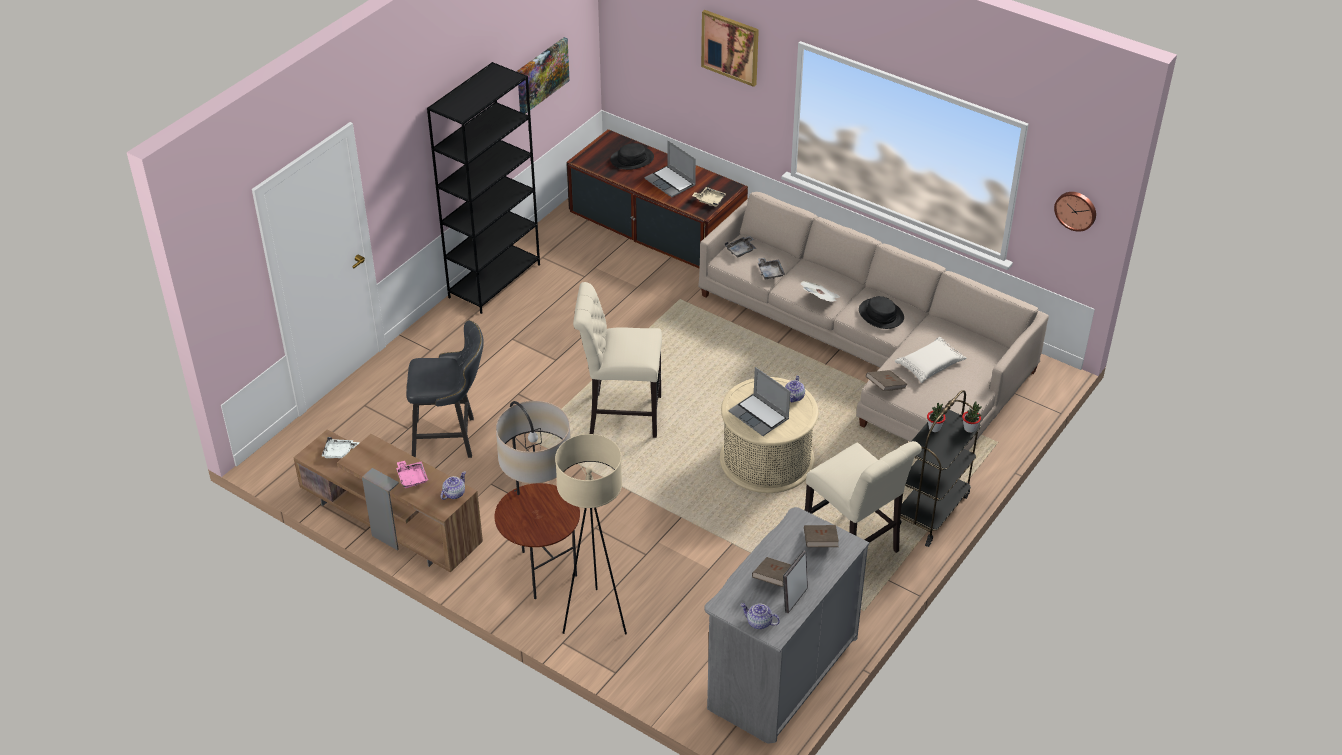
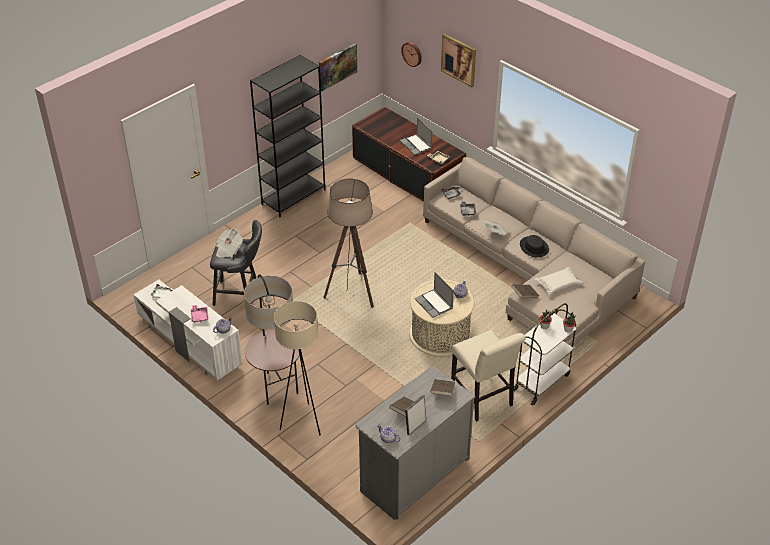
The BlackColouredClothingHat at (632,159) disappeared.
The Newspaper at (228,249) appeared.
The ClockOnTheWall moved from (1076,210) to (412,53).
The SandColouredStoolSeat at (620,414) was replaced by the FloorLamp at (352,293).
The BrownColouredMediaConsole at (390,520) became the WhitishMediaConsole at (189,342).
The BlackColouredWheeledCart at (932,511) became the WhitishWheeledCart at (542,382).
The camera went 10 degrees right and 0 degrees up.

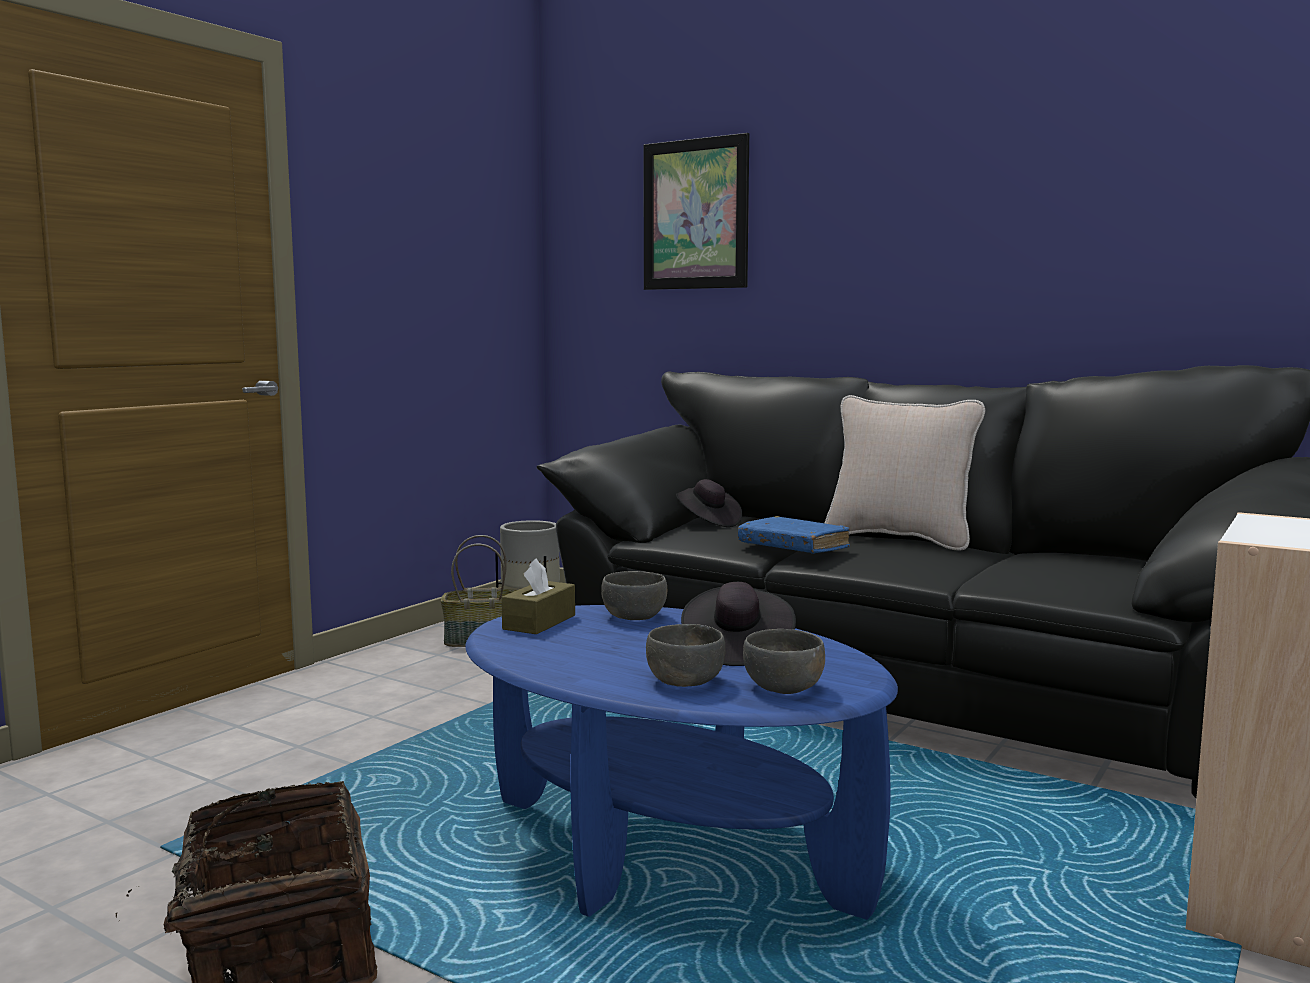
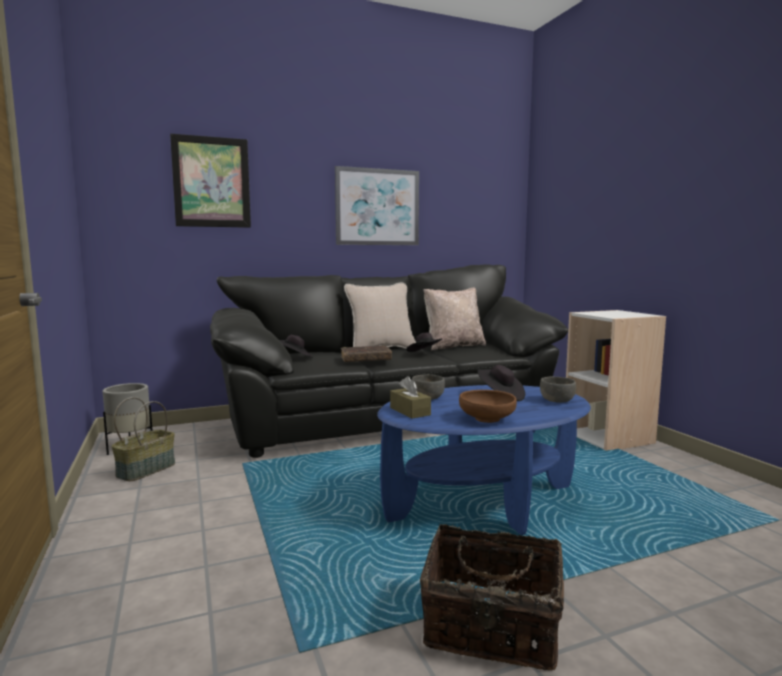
The GrayServingBowl at (686,681) disappeared.
The WallPicture at (377,207) appeared.
The BlackColouredClothingHat at (424,354) appeared.
The SandColouredThrowPillow at (453,346) appeared.
The BrownColouredServingBowl at (486,419) appeared.
The BlueBook at (793,547) became the BrownColouredBook at (366,360).
The camera went 55 degrees left and 0 degrees up.

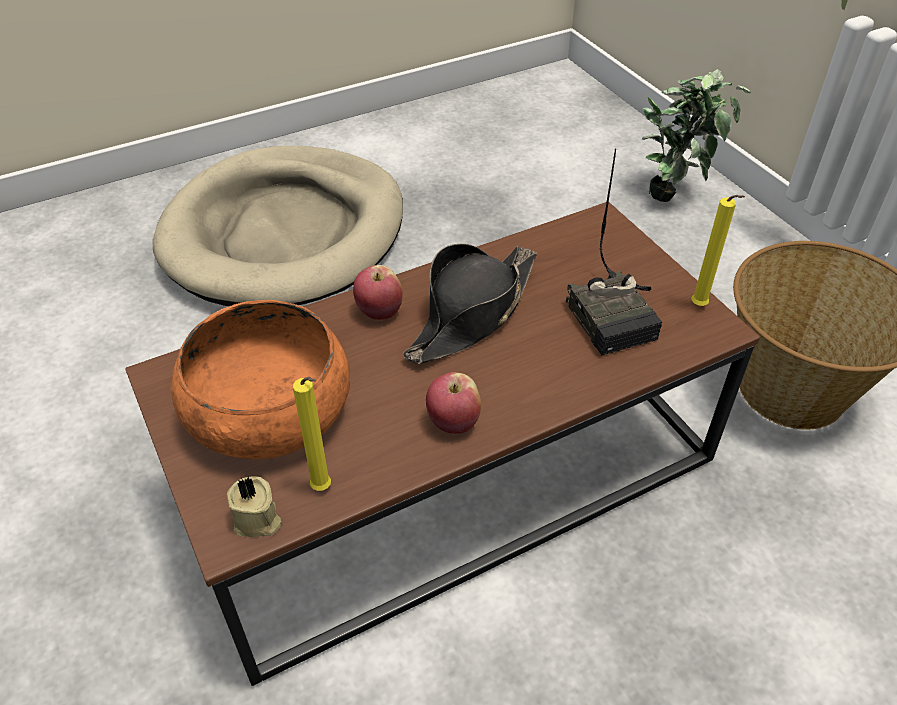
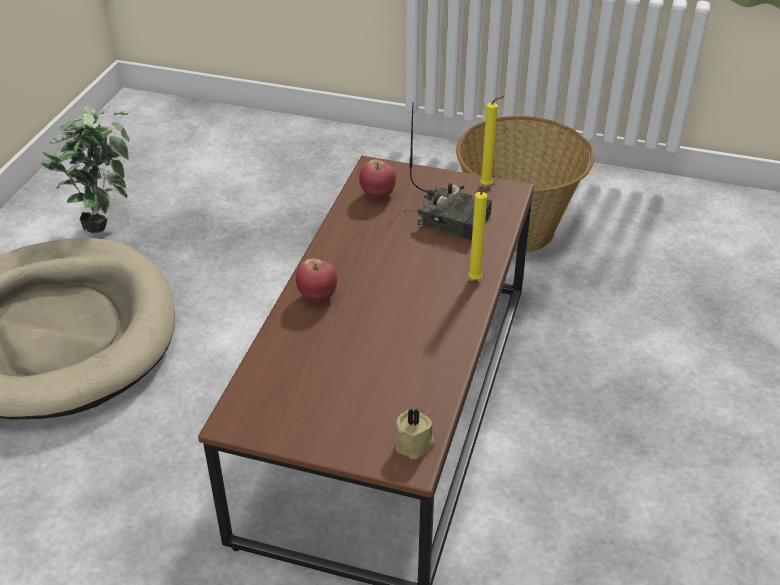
The OrangeyServingBowl at (268,409) disappeared.
The BlackColouredClothingHat at (472,313) disappeared.
The YellowishCandle moved from (323,489) to (477,279).
The Apple moved from (453,422) to (377,194).
The PottedPlant moved from (674,193) to (104,220).
The camera went 45 degrees left and 5 degrees down.

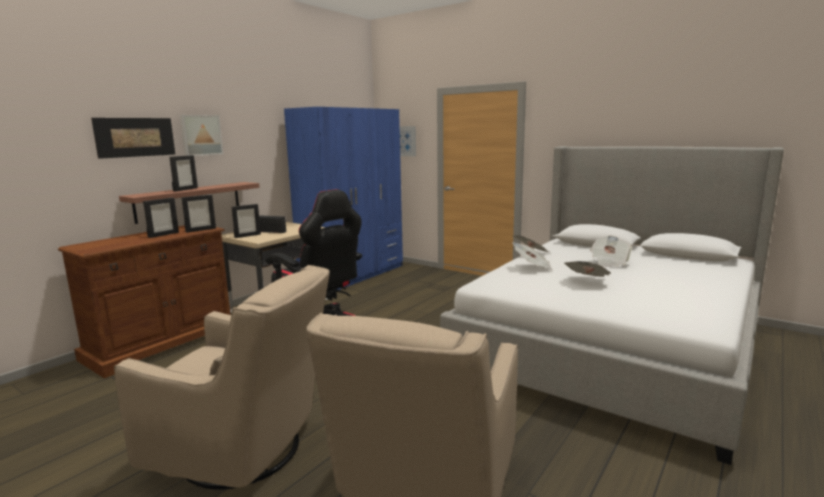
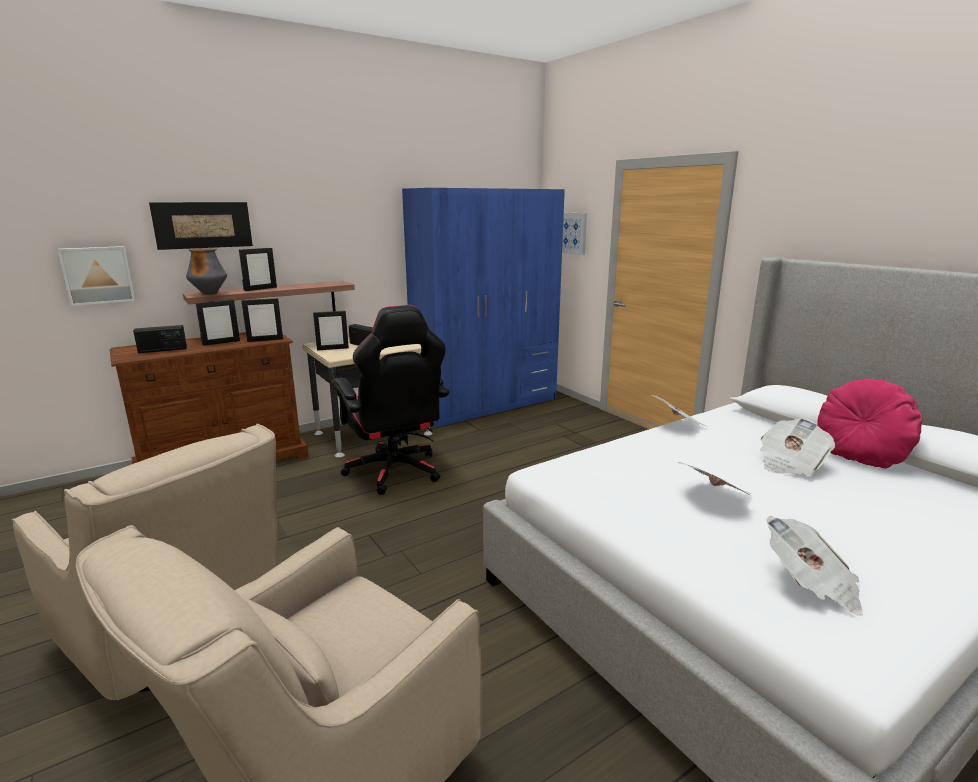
The RadioReceiver at (162,350) appeared.
The DecorativeVase at (209,294) appeared.
The PinkishThrowPillow at (859,459) appeared.
The WallPicture moved from (201,135) to (98,275).
The Newspaper moved from (532,267) to (811,585).
The camera went 20 degrees right and 5 degrees up.

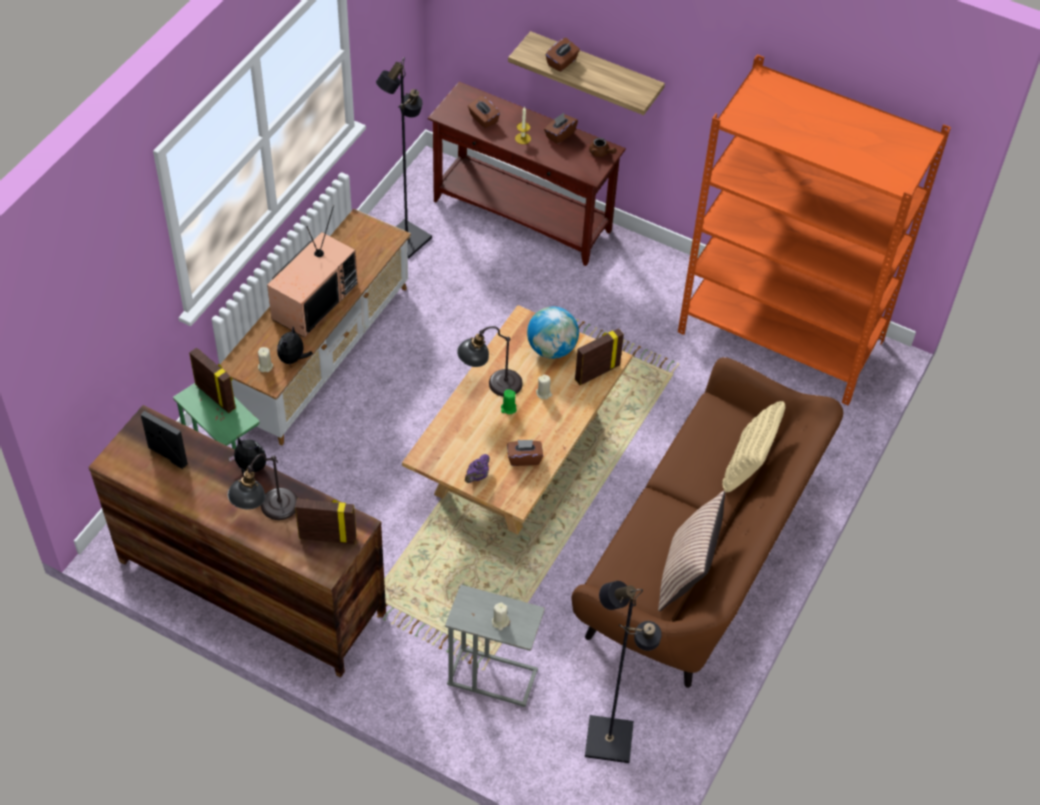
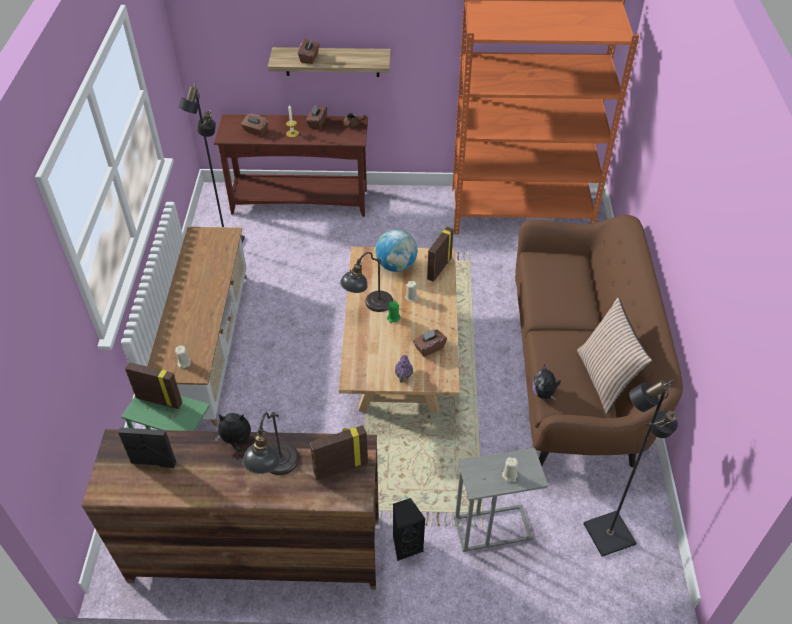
The TvSet at (314,300) disappeared.
The SandColouredThrowPillow at (748,468) disappeared.
The BlackColouredLoudspeaker at (406,545) appeared.
The PlushToy moved from (293,359) to (544,393).
The camera went 25 degrees left and 5 degrees down.

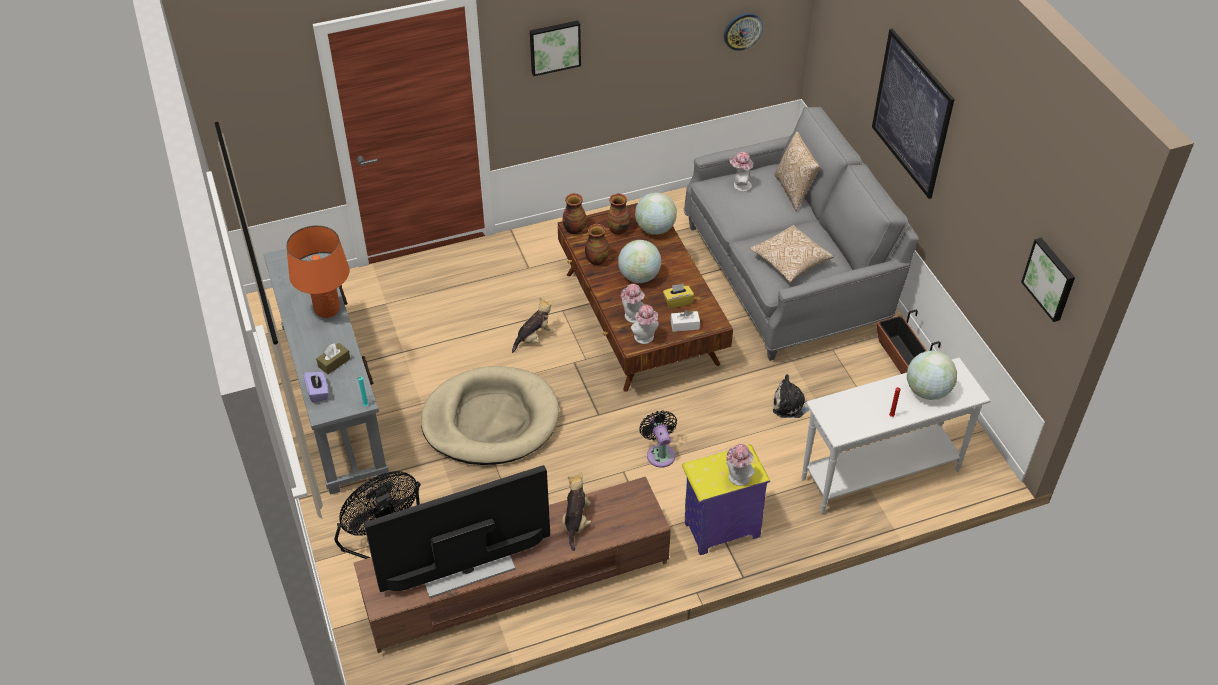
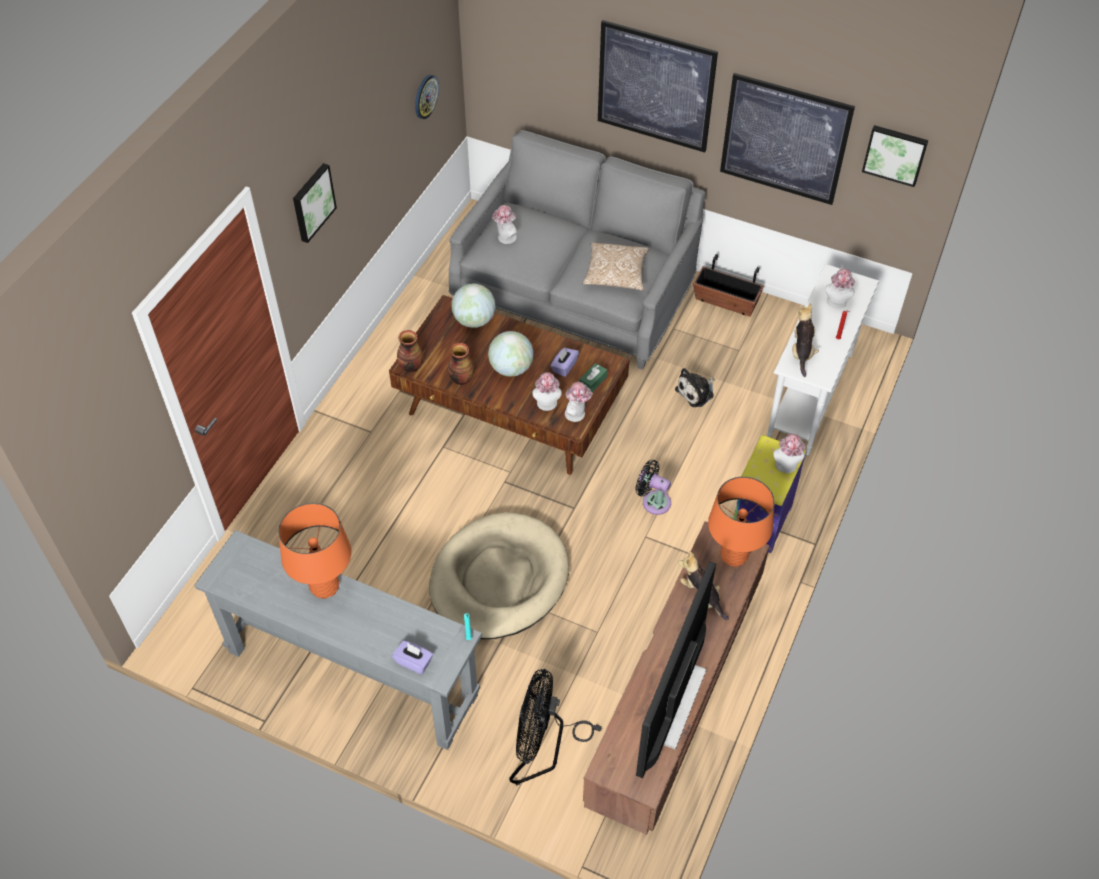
The BrownColouredBoxOfTissues at (334,362) disappeared.
The DecorativeVase at (618,229) disappeared.
The ThrowPillow at (794,191) disappeared.
The OrangeyLampForATable at (734,556) appeared.
The WallPicture at (784,139) appeared.
The PlushToy moved from (534,338) to (801,352).
The DeskGlobe at (927,391) was replaced by the ClothingHat at (837,303).
The YellowishBoxOfTissues at (677,301) became the PurplishBoxOfTissues at (564,367).
The WhitishBoxOfTissues at (685,325) became the GreenishBoxOfTissues at (593,382).
The camera went 45 degrees left and 5 degrees up.

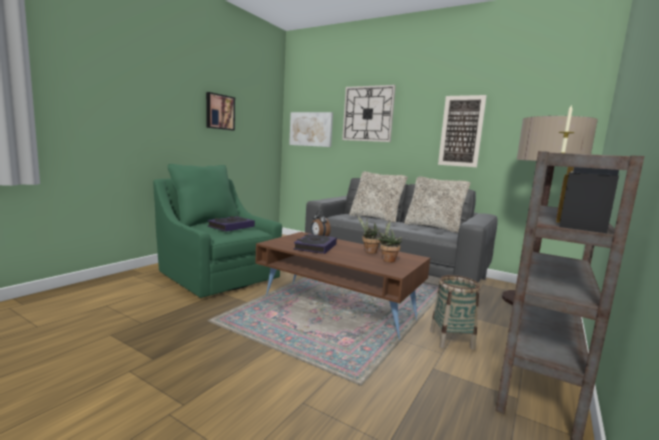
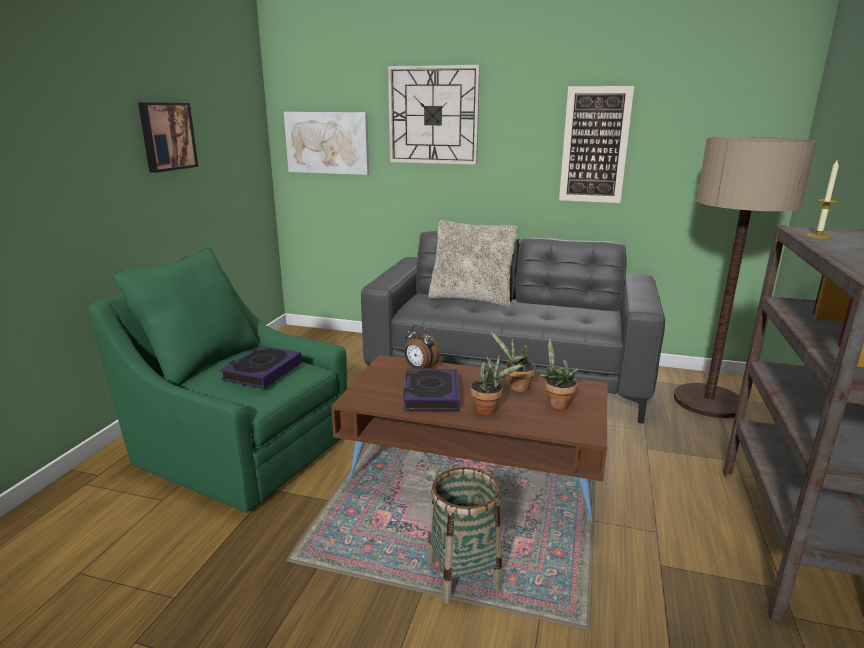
The SandColouredThrowPillow at (433,227) disappeared.
The PottedPlant at (488,410) appeared.
The Basket moved from (451,340) to (463,574).
The camera went 15 degrees left and 10 degrees up.

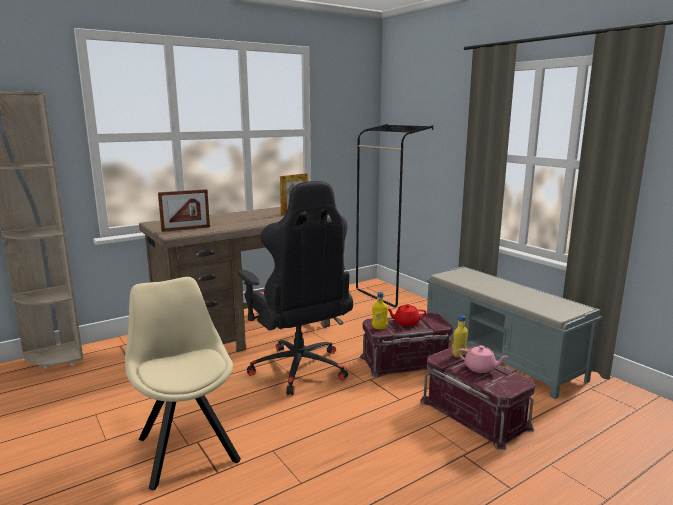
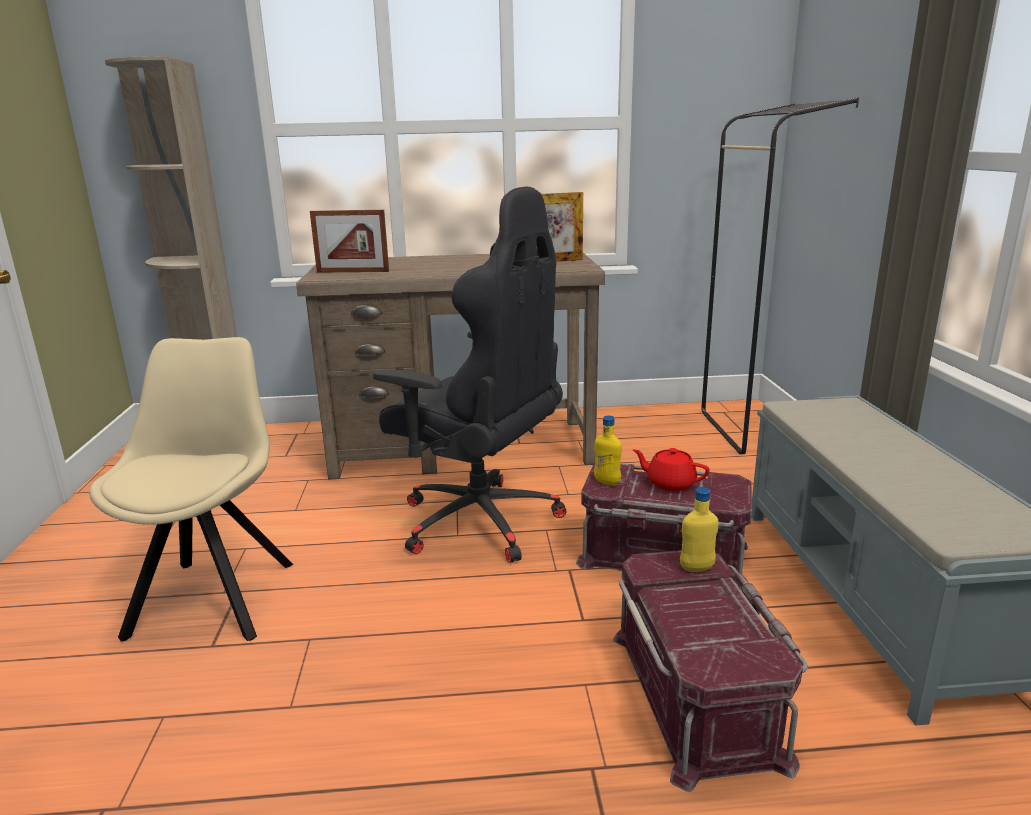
The PinkishTeapot at (480,368) disappeared.
The BlackColouredComputerChair at (298,368) turned 60 degrees counterclockwise.
The camera went 30 degrees right and 5 degrees up.

